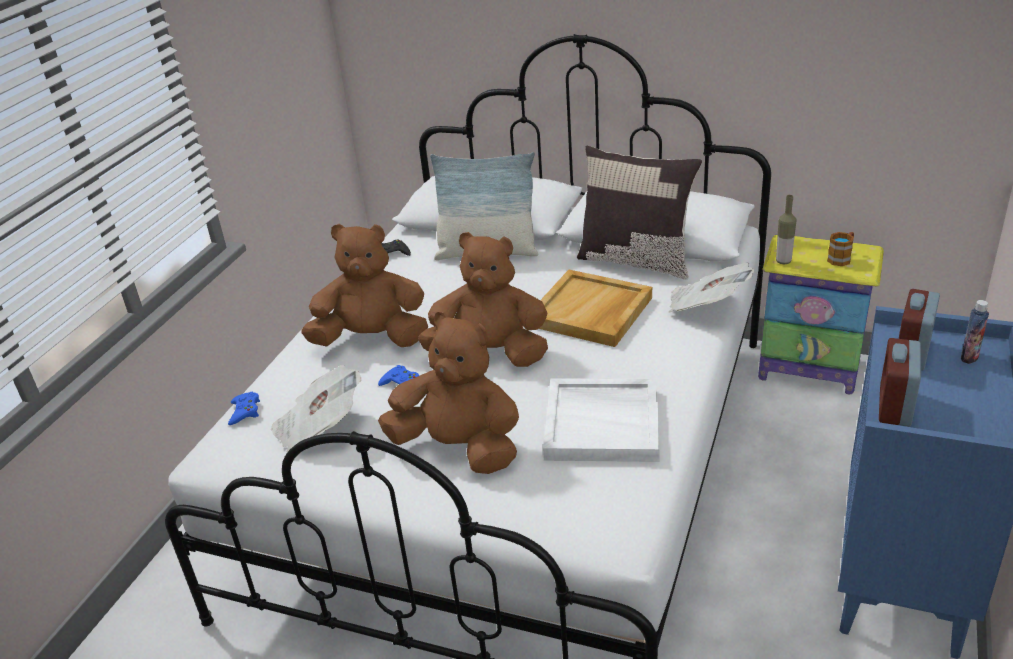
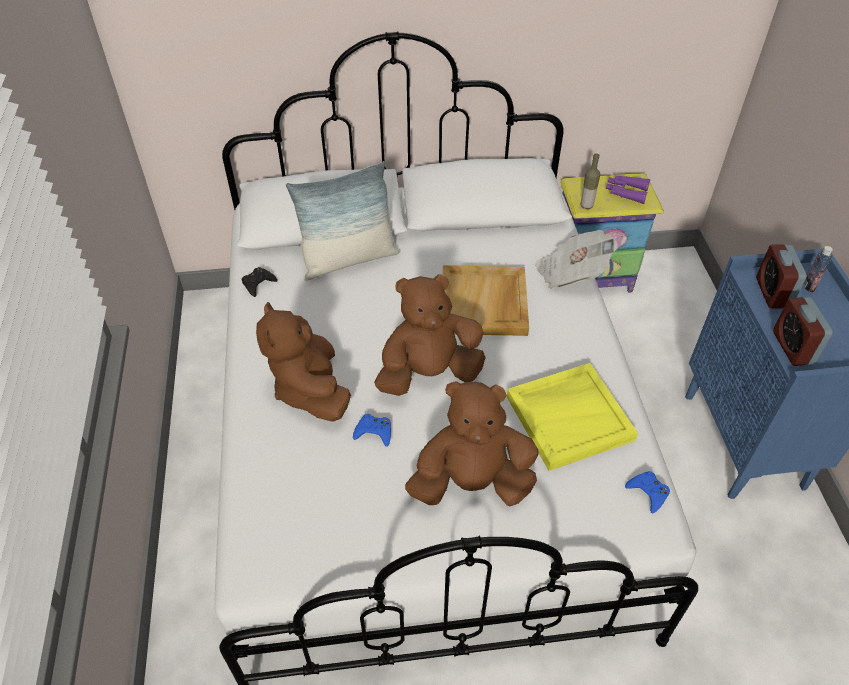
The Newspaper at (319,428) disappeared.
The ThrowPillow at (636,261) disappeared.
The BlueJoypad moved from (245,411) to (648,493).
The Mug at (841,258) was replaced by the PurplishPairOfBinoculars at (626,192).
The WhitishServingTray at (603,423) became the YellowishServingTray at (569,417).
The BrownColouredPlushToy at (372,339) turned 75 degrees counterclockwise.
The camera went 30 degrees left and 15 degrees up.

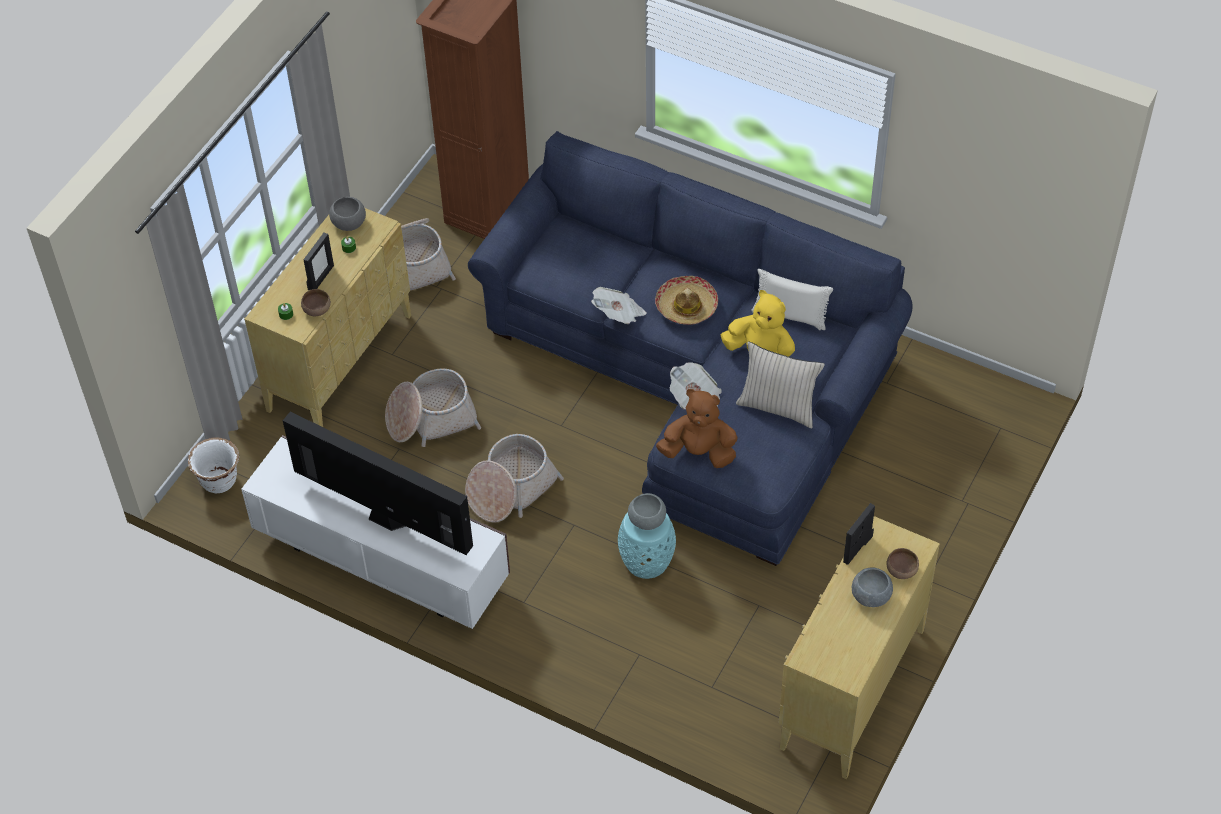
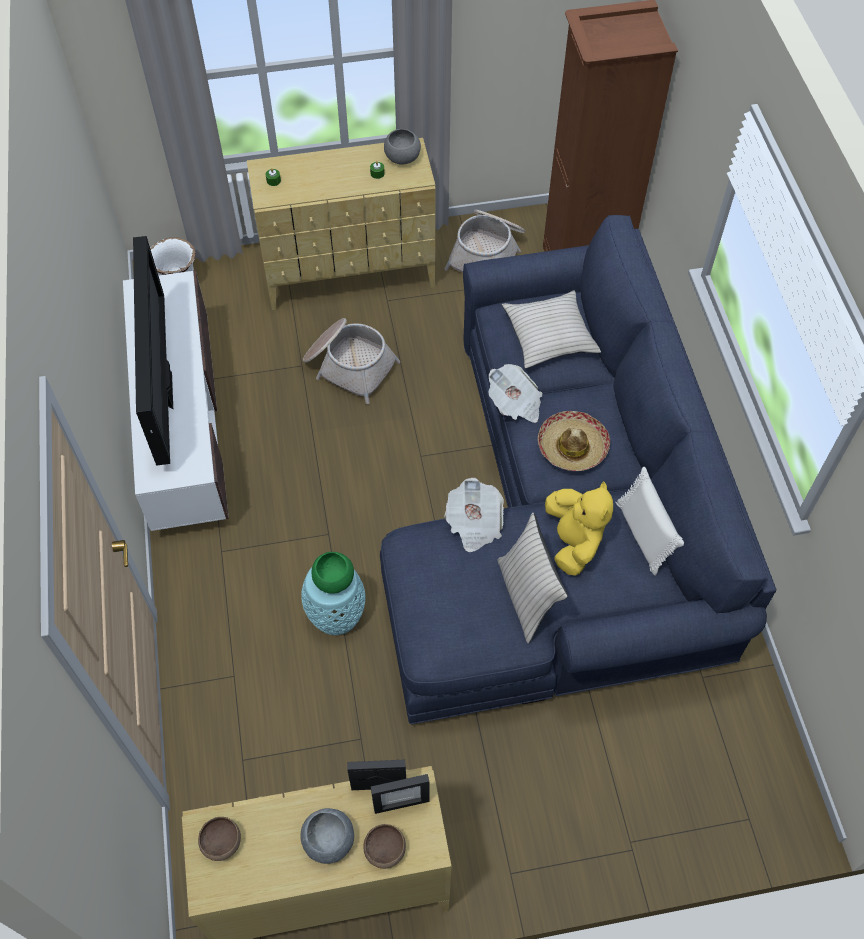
The Basket at (511,488) disappeared.
The BrownColouredPlushToy at (699,452) disappeared.
The SandColouredThrowPillow at (549,336) appeared.
The BrownColouredServingBowl moved from (317,310) to (222,843).
The PhotoFrame moved from (321,278) to (401,802).
The GrayServingBowl at (647,520) became the GreenishServingBowl at (333,580).
The camera went 50 degrees right and 5 degrees up.

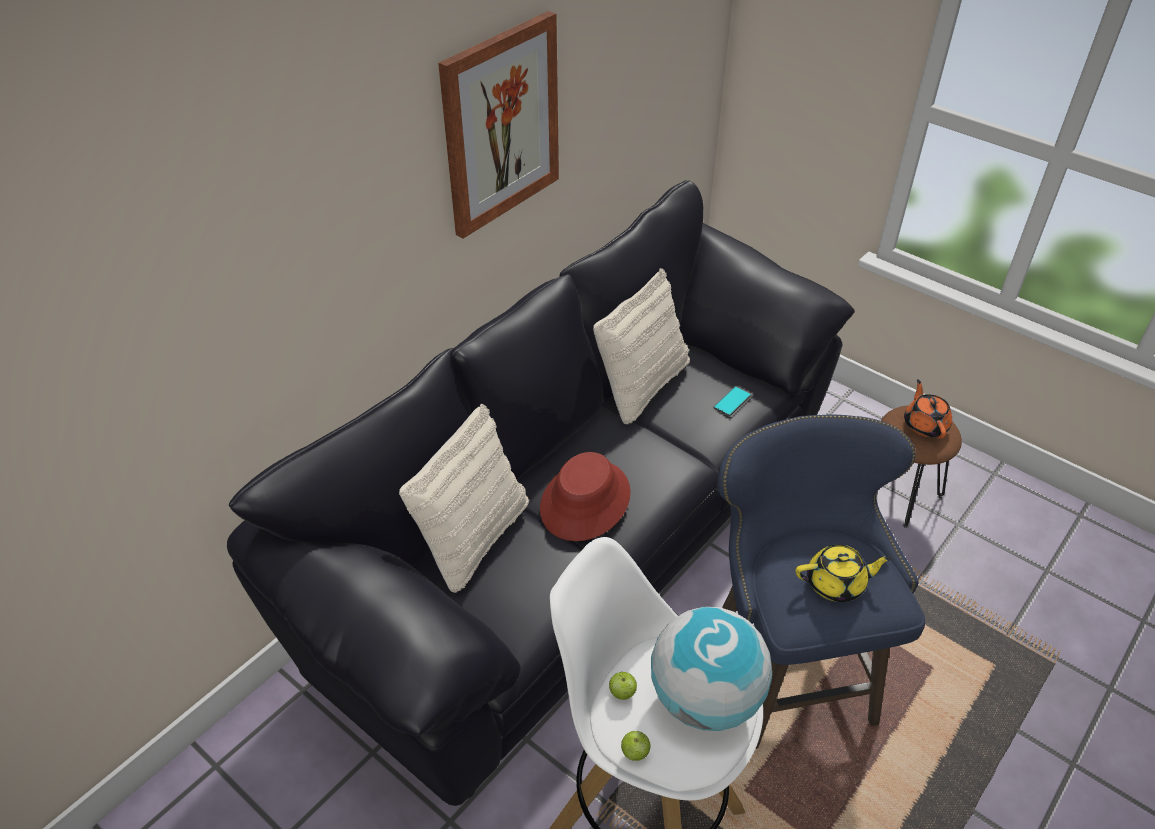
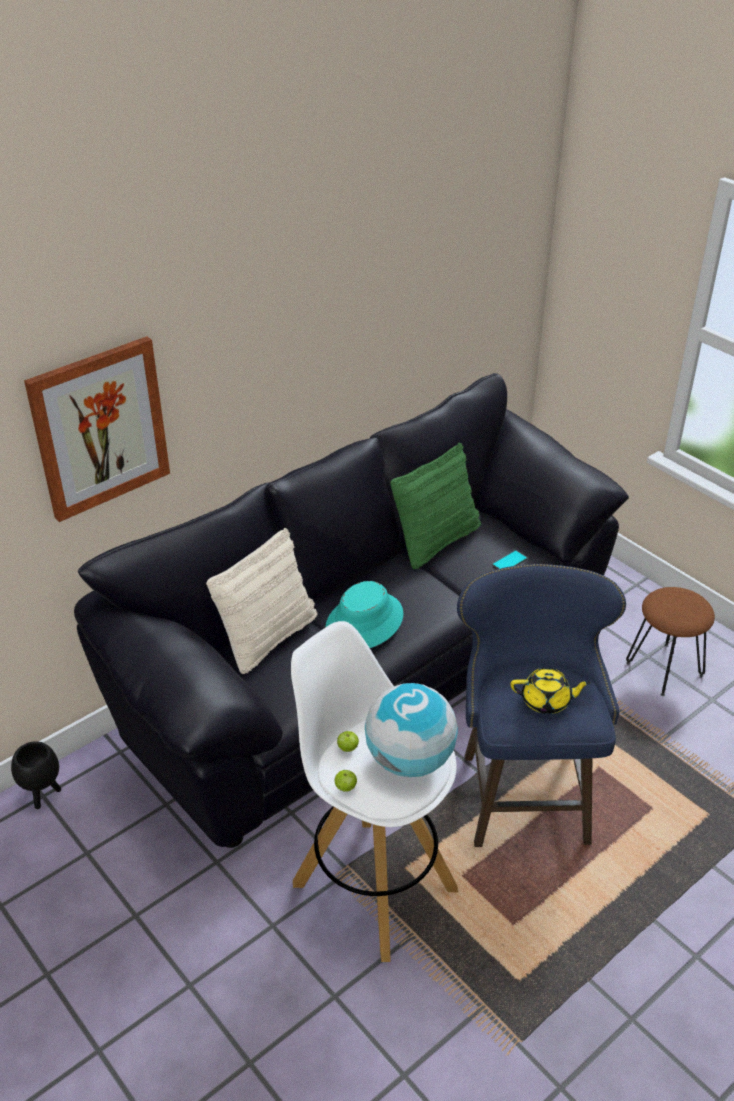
The OrangeyTeapot at (925,425) disappeared.
The BlackColouredFlowerPot at (43,795) appeared.
The WallPicture moved from (500,125) to (100,428).
The RedColouredClothingHat at (585,501) became the TurquoiseClothingHat at (364,622).
The SandColouredThrowPillow at (641,387) became the GreenishThrowPillow at (435,542).
The camera went 10 degrees right and 5 degrees down.

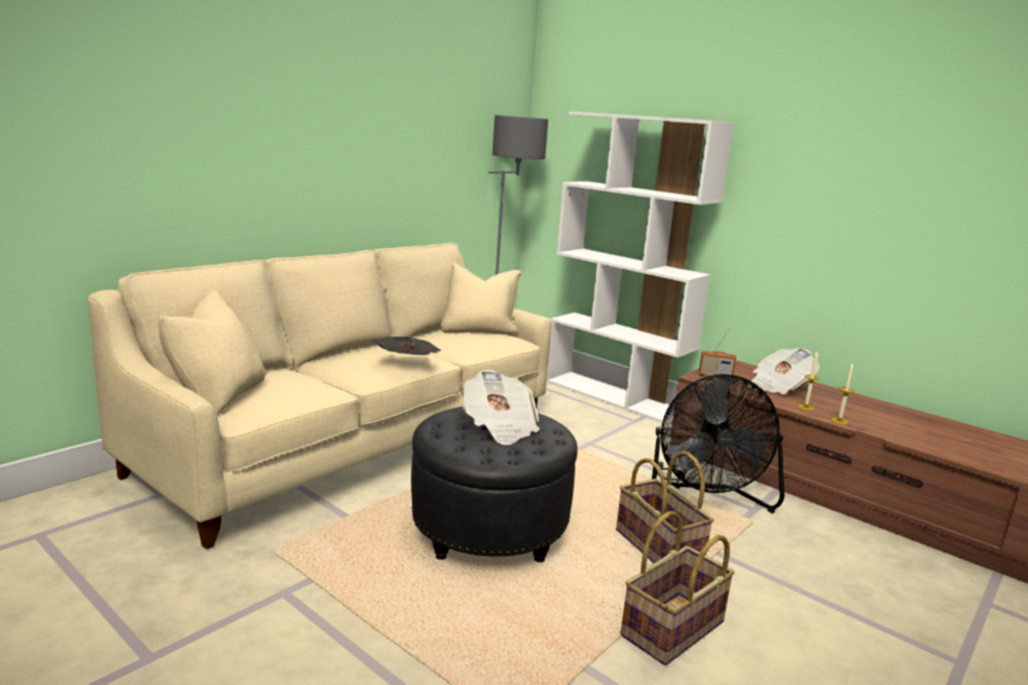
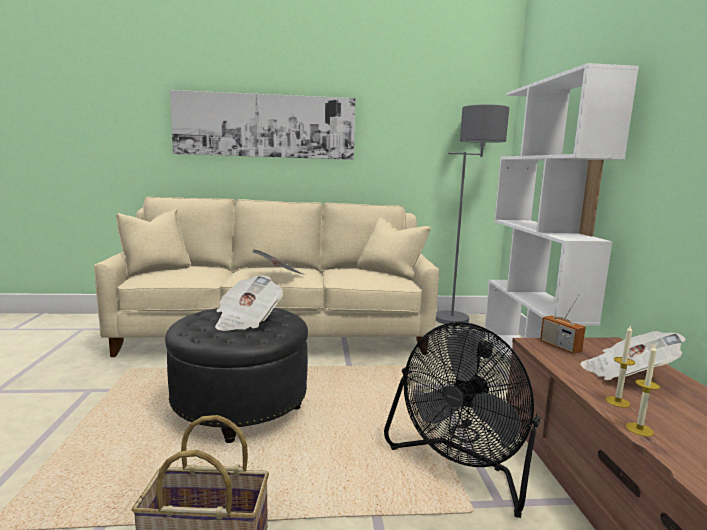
The Basket at (660,548) disappeared.
The WallPicture at (265,126) appeared.
The camera went 45 degrees right and 5 degrees down.

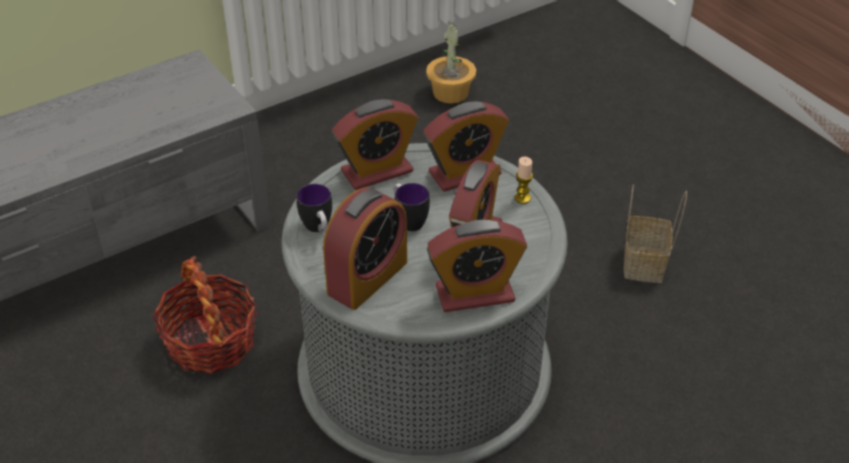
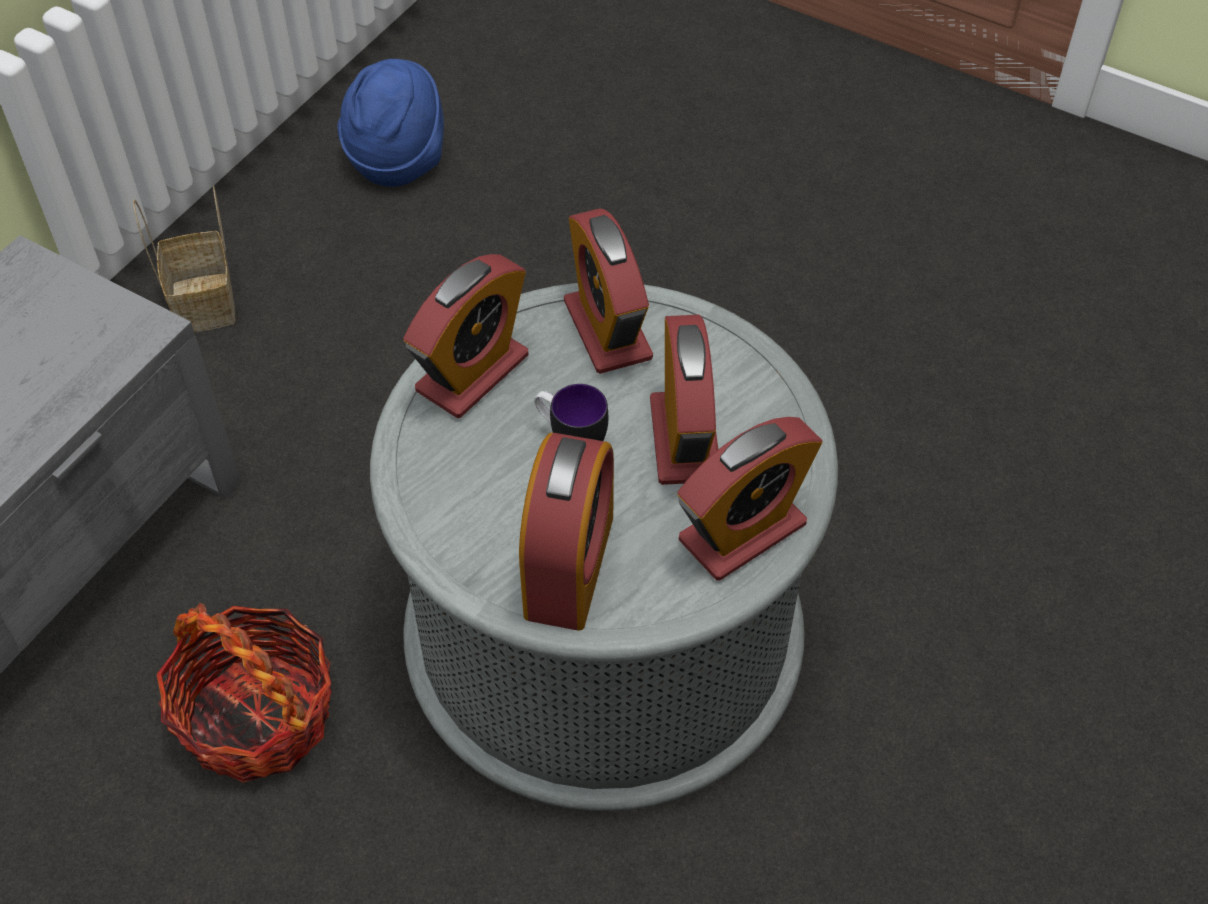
The Mug at (318,229) disappeared.
The Candle at (522,198) disappeared.
The Basket moved from (645,265) to (205,304).
The PottedPlant at (450,93) was replaced by the BlueClothingHat at (397,157).
The TableClock at (464,173) turned 120 degrees clockwise.
The camera went 25 degrees left and 10 degrees up.

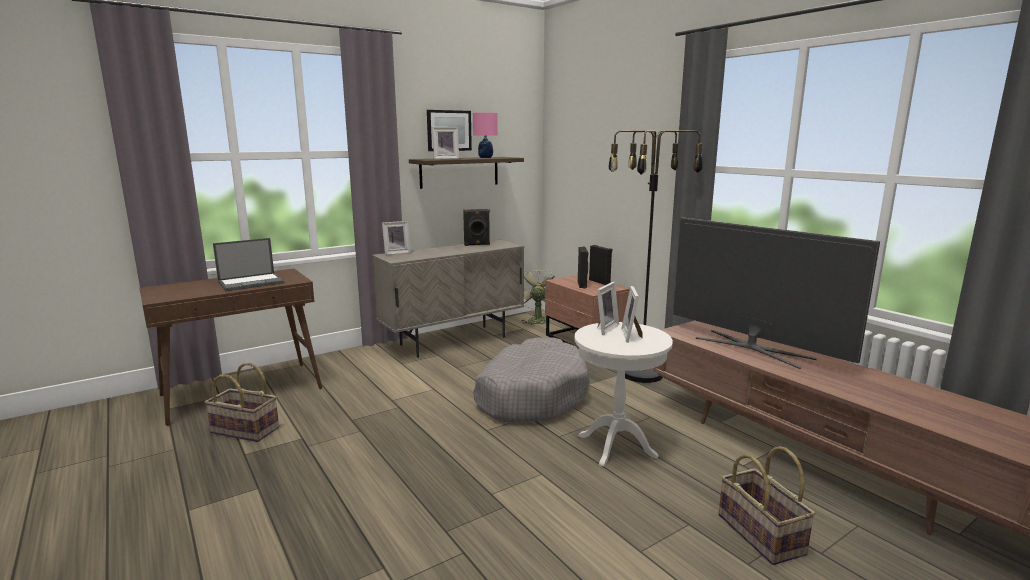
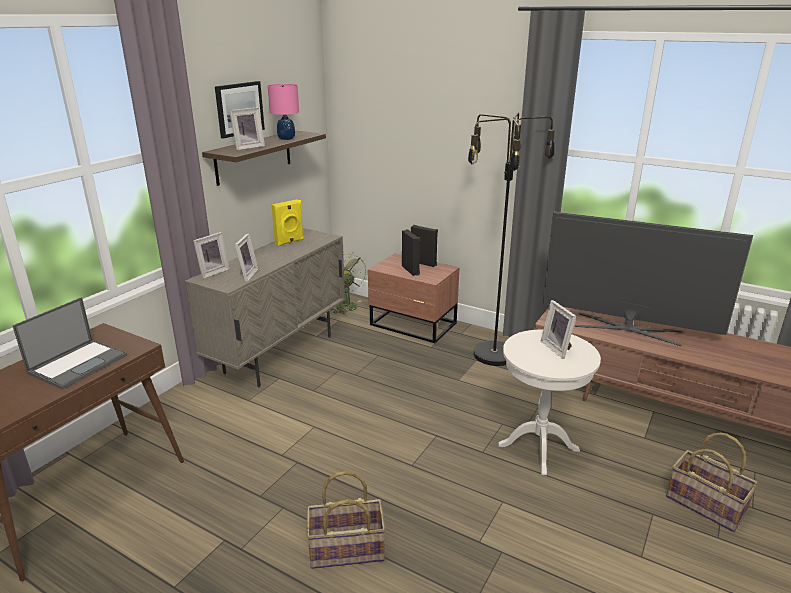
The GrayDogBed at (531,395) disappeared.
The Basket moved from (244,431) to (346,550).
The PhotoFrame moved from (604,328) to (246,275).
The BlackColouredLoudspeaker at (477,245) became the YellowishLoudspeaker at (290,242).
The camera went 25 degrees left and 10 degrees up.

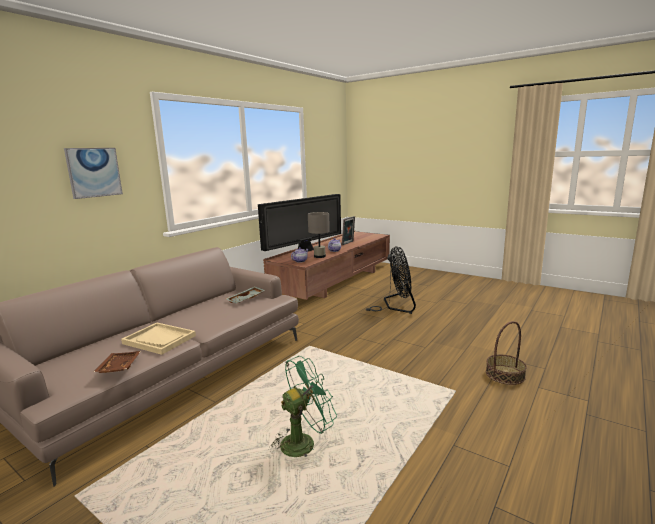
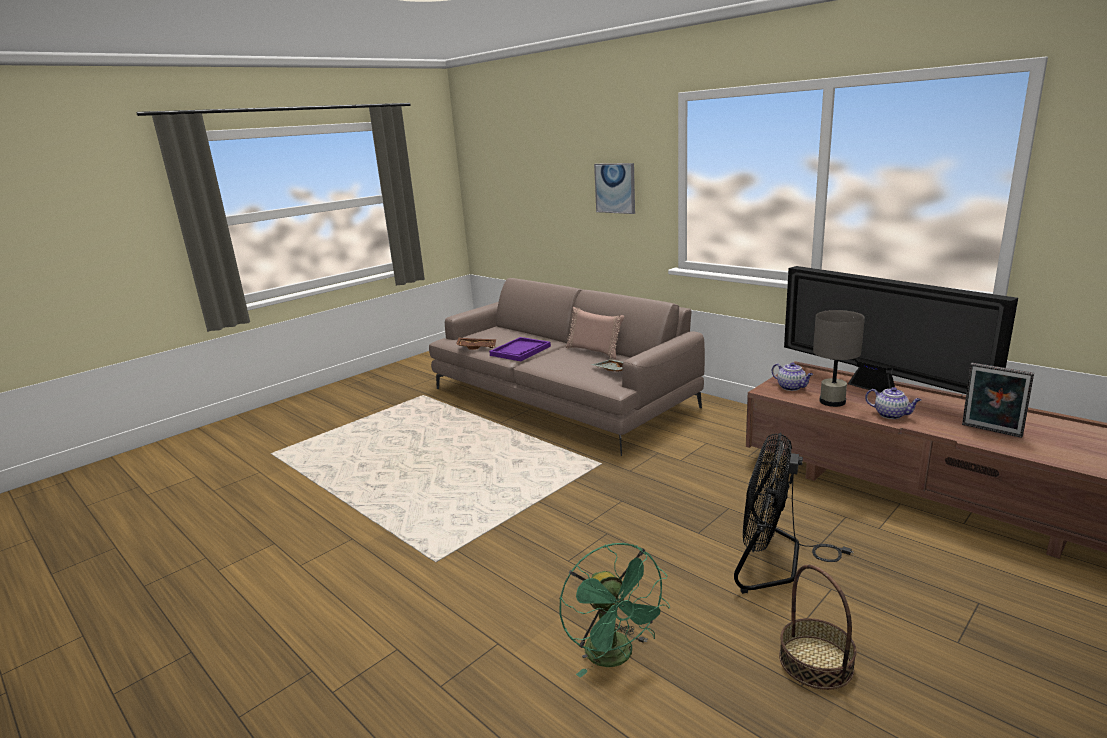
The SandColouredThrowPillow at (594,352) appeared.
The GreenishElectricFan moved from (303,441) to (616,657).
The Basket moved from (505,374) to (816,662).
The SandColouredServingTray at (159,339) became the PurplishServingTray at (520,351).
The BlackColouredElectricFan at (394,304) turned 105 degrees clockwise.
The camera went 100 degrees right and 5 degrees up.

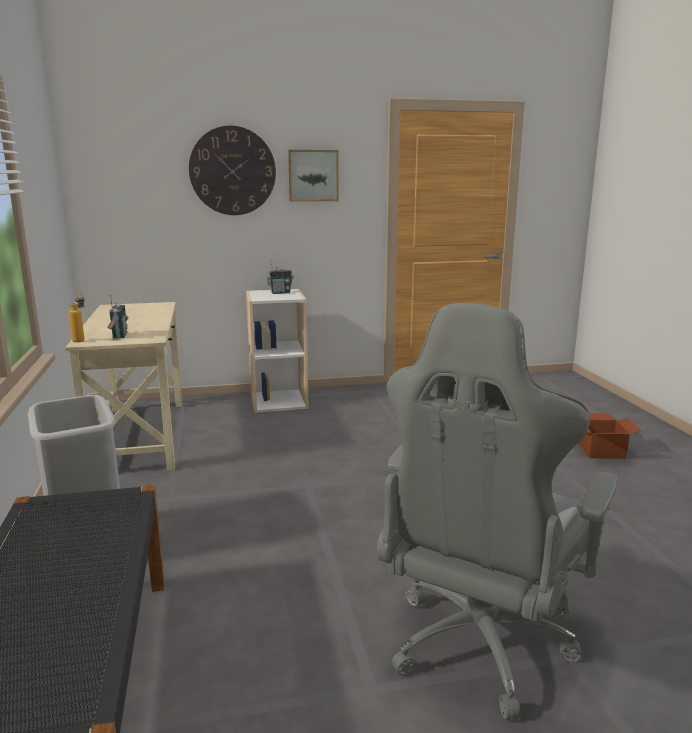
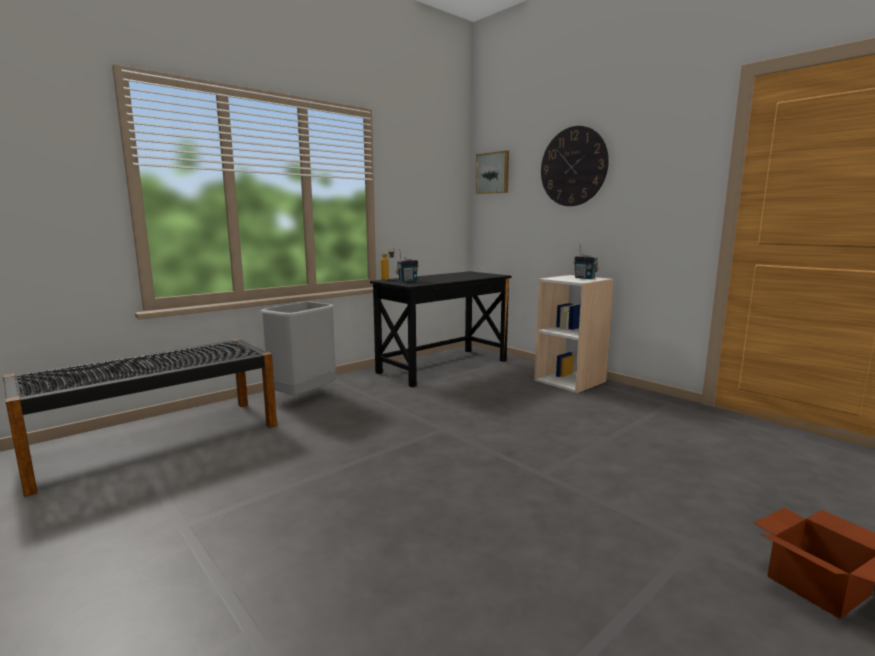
The GrayComputerChair at (482,637) disappeared.
The WallPicture moved from (313,175) to (493,173).
The SandColouredDeskUnit at (139,436) became the BlackColouredDeskUnit at (443,366).
The camera went 60 degrees right and 5 degrees down.

